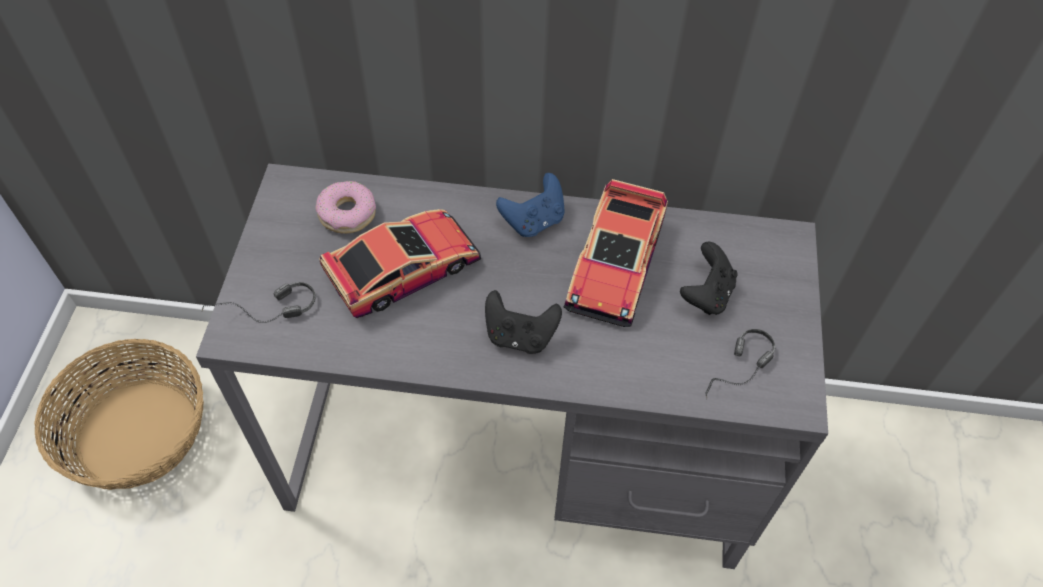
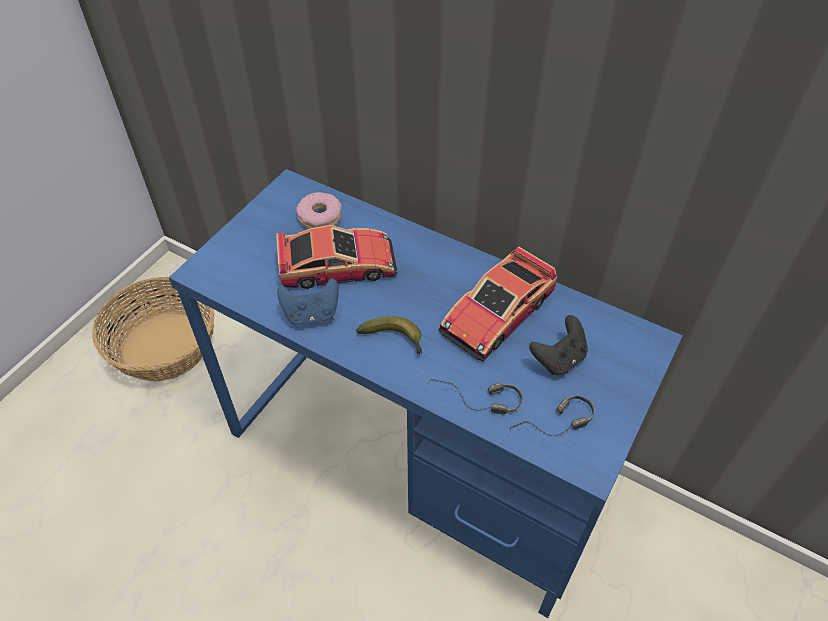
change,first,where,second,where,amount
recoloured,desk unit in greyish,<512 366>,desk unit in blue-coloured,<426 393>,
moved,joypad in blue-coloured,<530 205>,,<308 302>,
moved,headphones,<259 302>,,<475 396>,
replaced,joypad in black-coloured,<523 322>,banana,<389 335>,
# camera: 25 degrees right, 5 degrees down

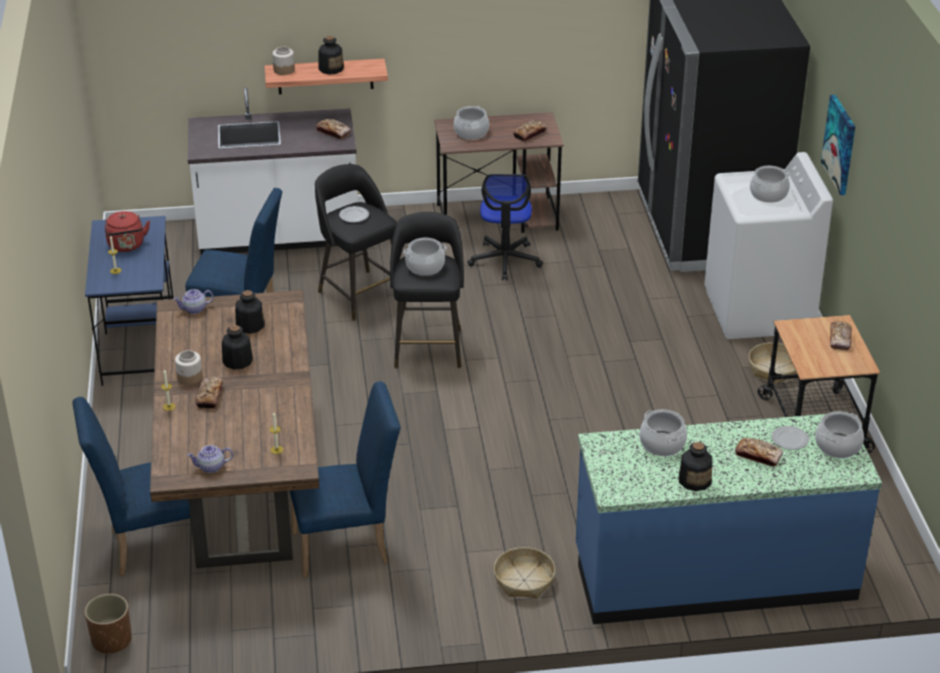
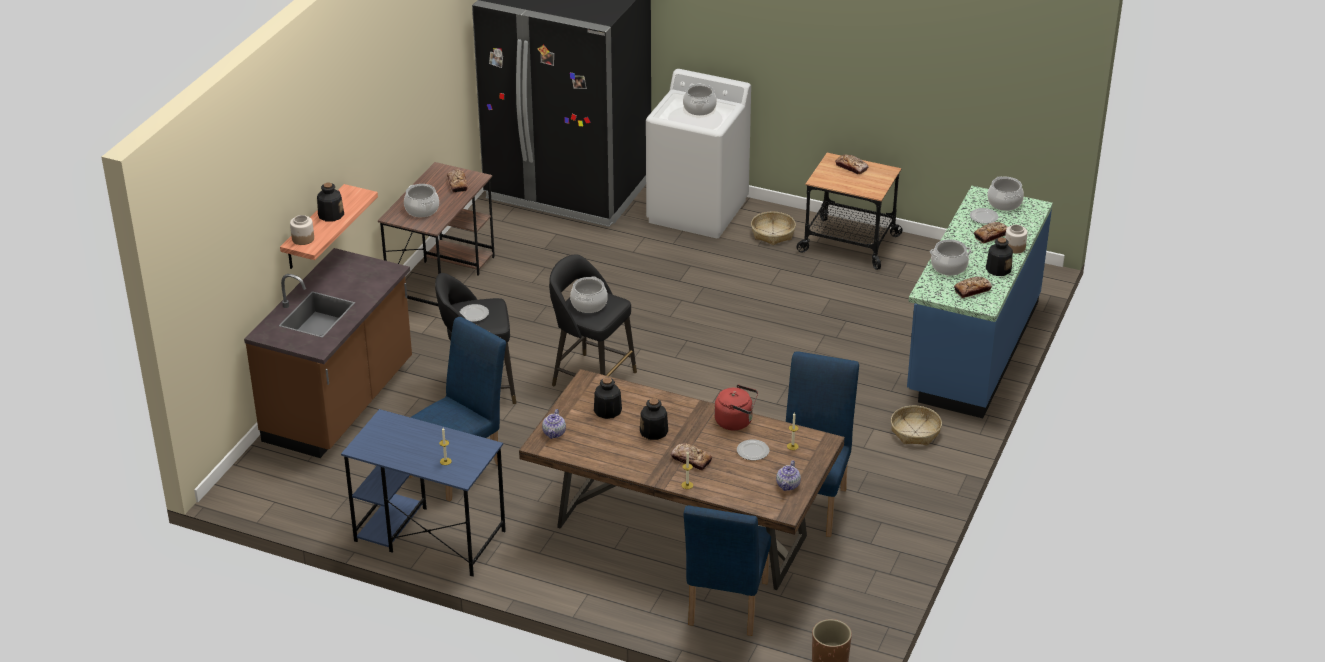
change,first,where,second,where,amount
recoloured,kitchen base unit in white,<273 171>,kitchen base unit in brown,<328 353>,
removed,picture,<838 145>,,,
moved,baked bread,<333 129>,,<973 287>,
removed,computer chair,<505 227>,,,
moved,tea kettle in red,<127 231>,,<736 407>,
moved,jar,<189 367>,,<1016 239>,
added,,,flat dish,<753 449>,
# camera: 60 degrees left, 0 degrees up

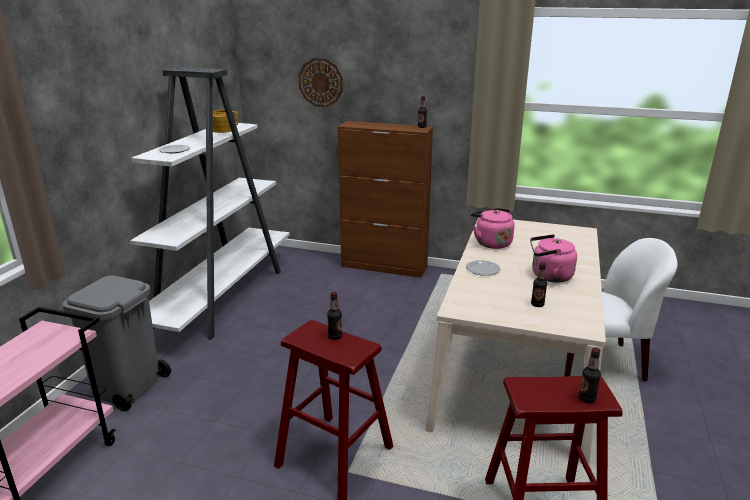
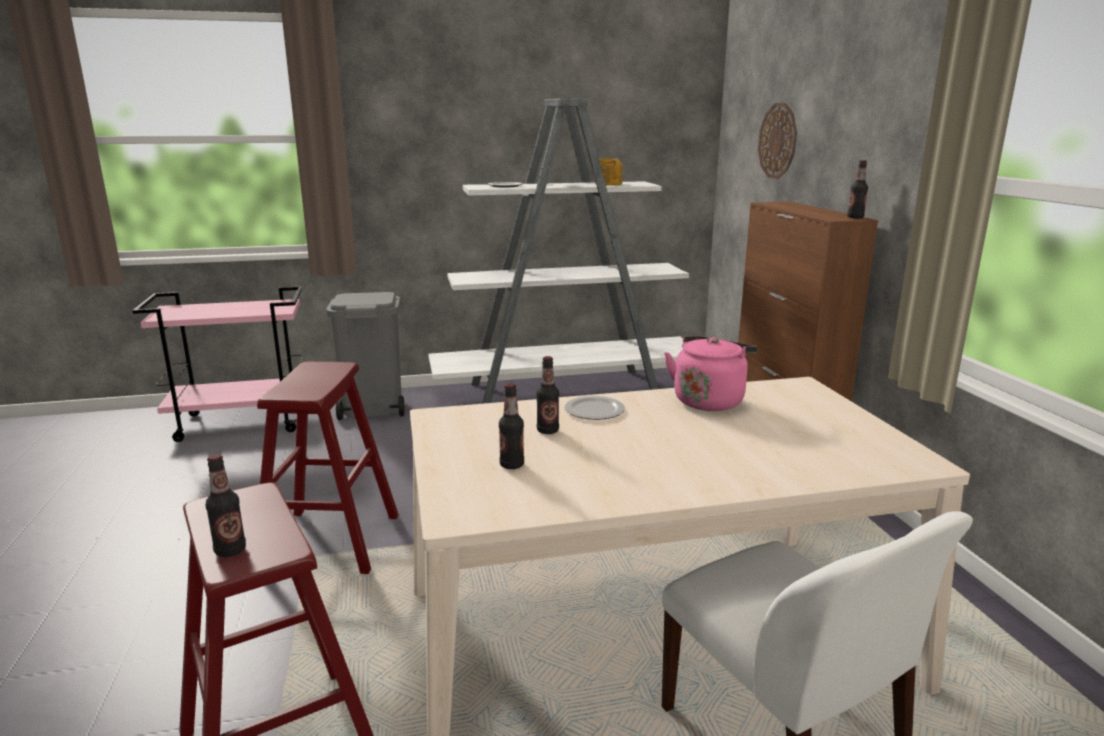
change,first,where,second,where,amount
removed,tea kettle in pinkish,<553 258>,,,
moved,beverage bottle,<334 316>,,<547 395>,
# camera: 60 degrees right, 5 degrees down

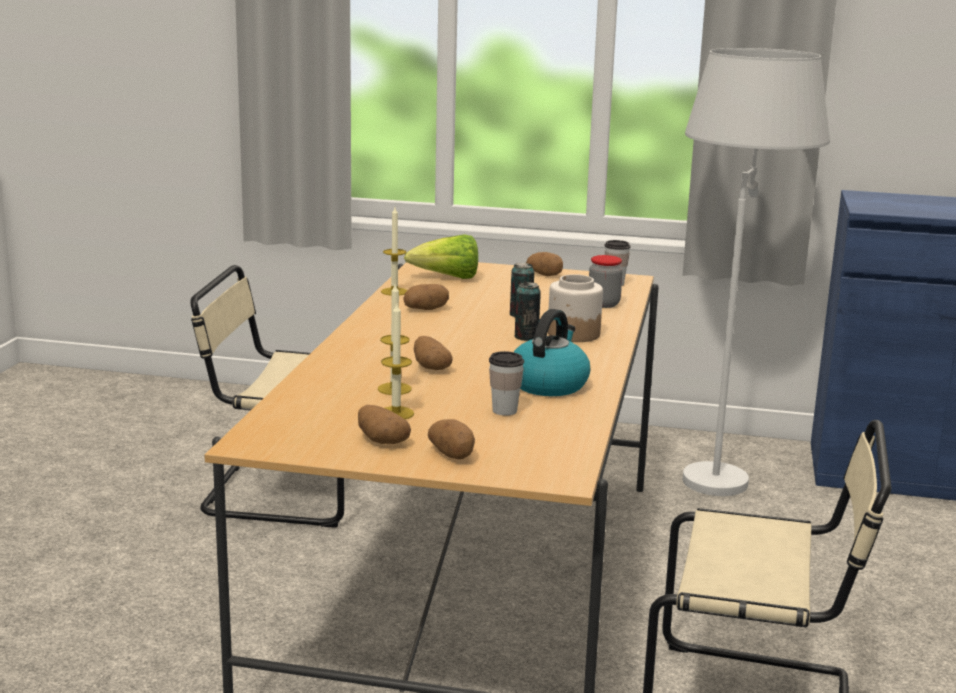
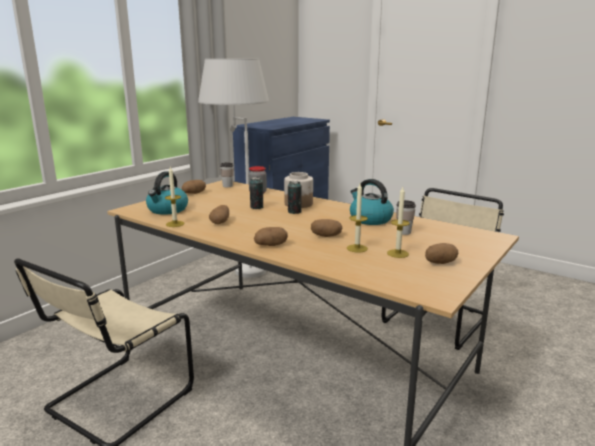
change,first,where,second,where,amount
replaced,lettuce head,<441 256>,tea kettle,<167 193>,
moved,potato,<451 439>,,<271 236>,
# camera: 65 degrees left, 0 degrees up

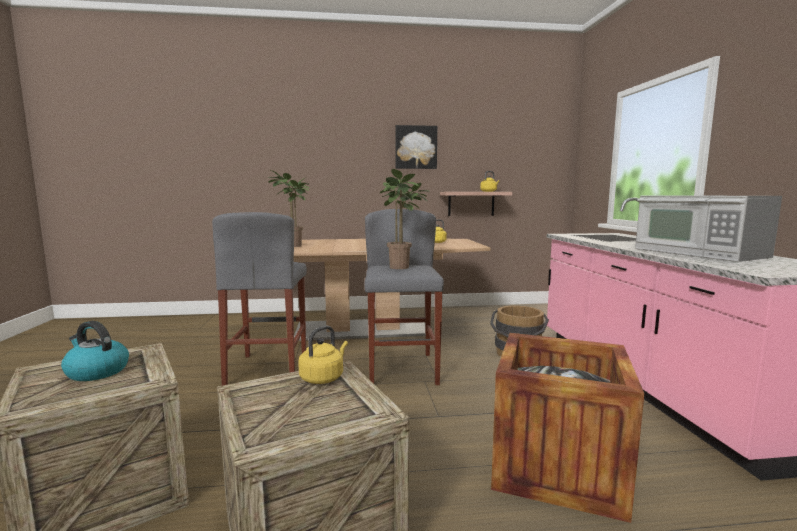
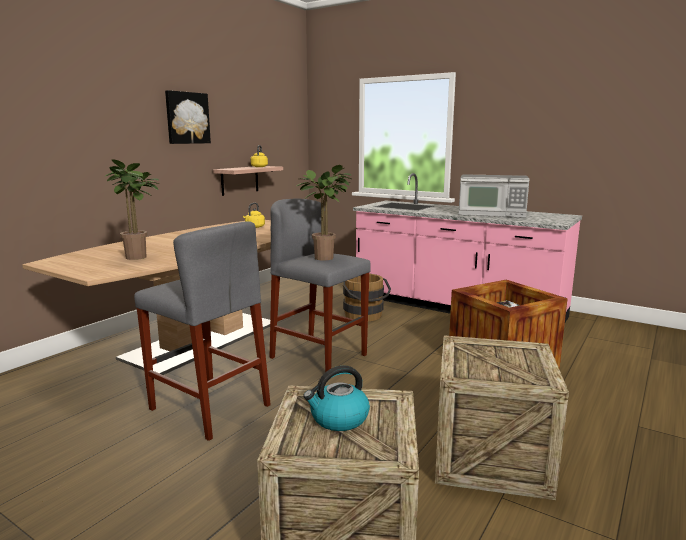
change,first,where,second,where,amount
removed,tea kettle in yellowish,<323 355>,,,
# camera: 50 degrees left, 5 degrees up

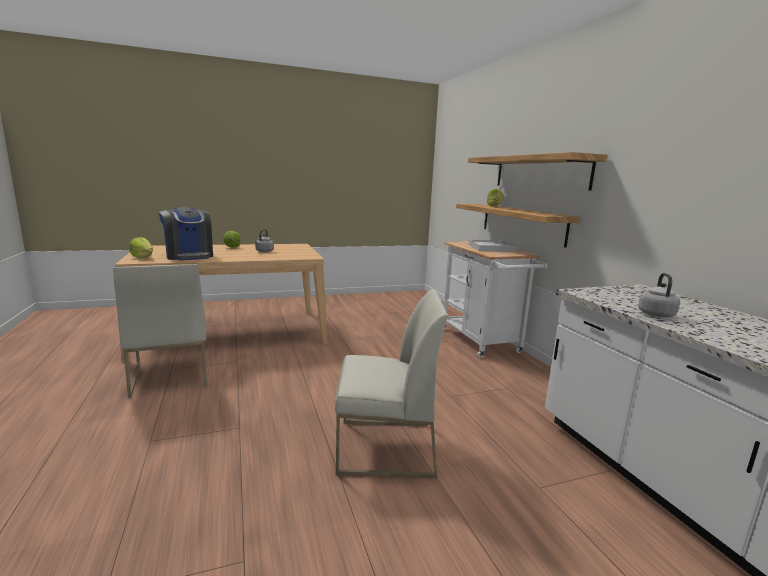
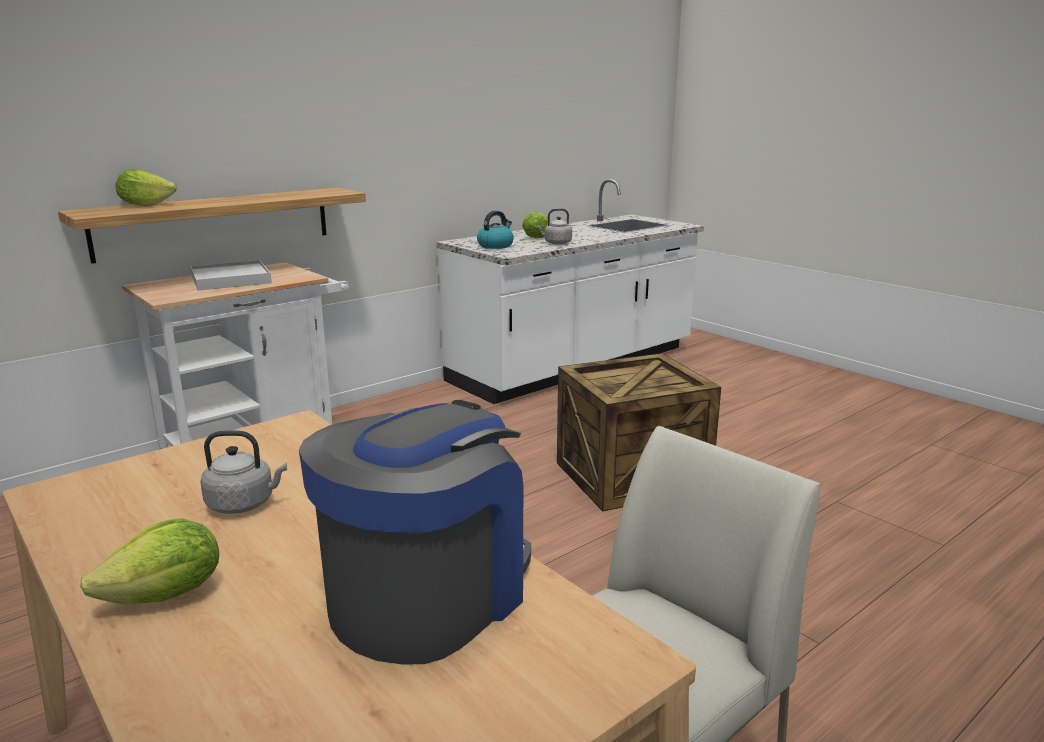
change,first,where,second,where,amount
removed,wall shelf,<537 171>,,,
moved,lettuce head,<141 247>,,<535 225>,
replaced,upright chair in white,<391 383>,shipping crate,<639 432>,
added,,,tea kettle,<495 230>,
# camera: 110 degrees left, 5 degrees up

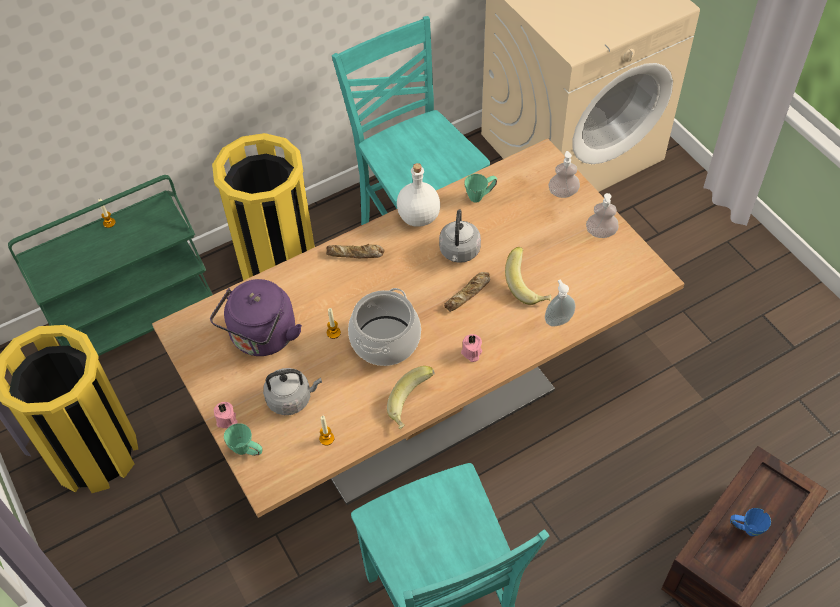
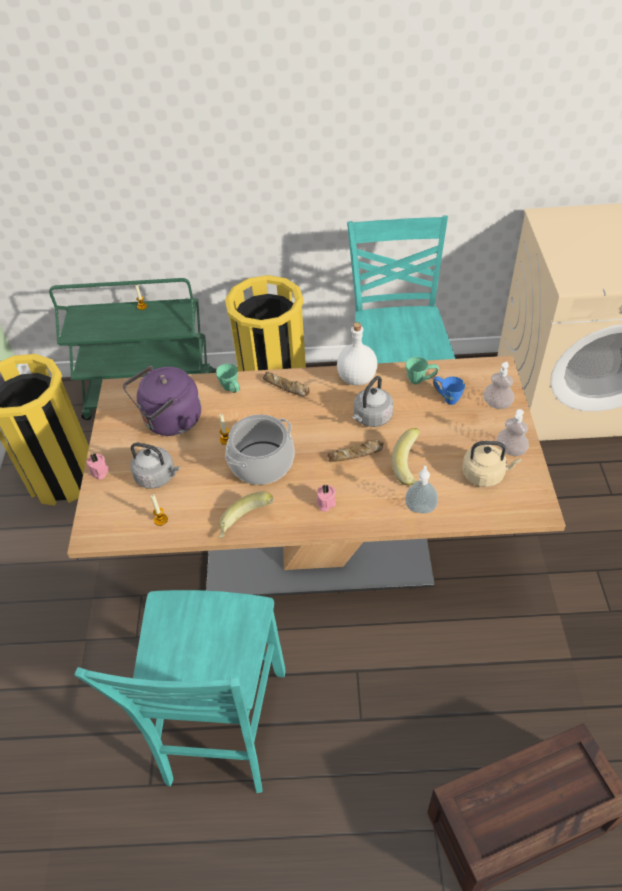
change,first,where,second,where,amount
moved,tea mug in green-coloured,<243 439>,,<228 378>,
moved,tea mug in blue-coloured,<750 522>,,<449 390>,
added,,,tea kettle in sand-coloured,<492 464>,
# camera: 30 degrees right, 5 degrees down

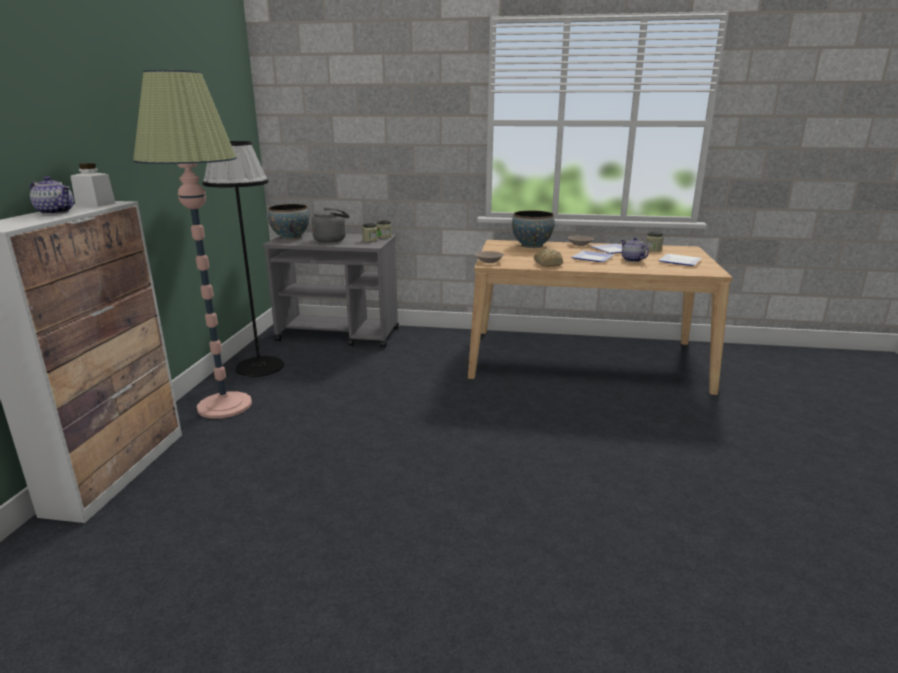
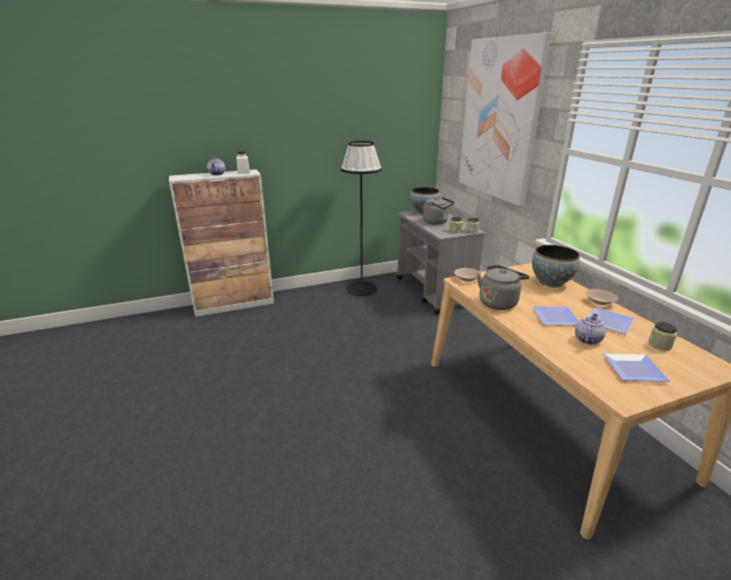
change,first,where,second,where,amount
removed,standing lamp,<192 244>,,,
replaced,baked bread,<548 258>,tea kettle in greyish,<503 287>,
added,,,picture,<505 119>,
# camera: 60 degrees right, 5 degrees up

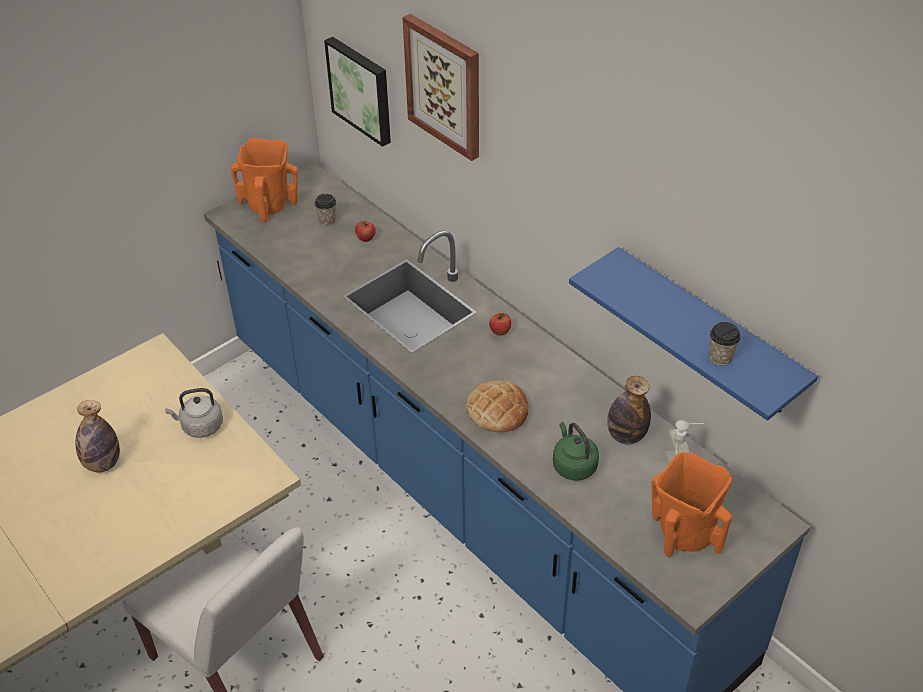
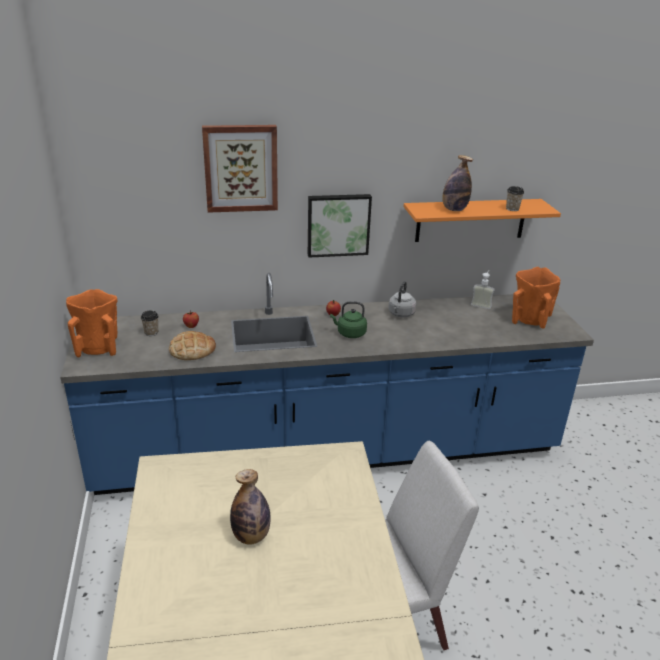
change,first,where,second,where,amount
moved,picture,<357 92>,,<340 226>,
recoloured,wall shelf in blue-coloured,<693 334>,wall shelf in orange,<482 220>,
moved,beverage bottle,<629 410>,,<457 183>,
moved,baked bread,<497 406>,,<192 345>,
moved,tea kettle in greyish,<194 413>,,<402 299>,
moved,tea kettle in green-coloured,<576 451>,,<348 319>,
# camera: 60 degrees left, 15 degrees down

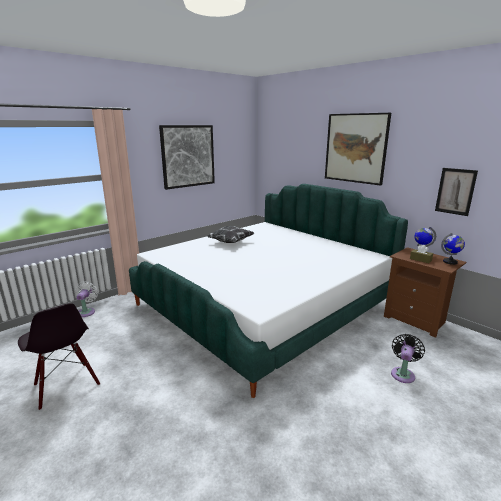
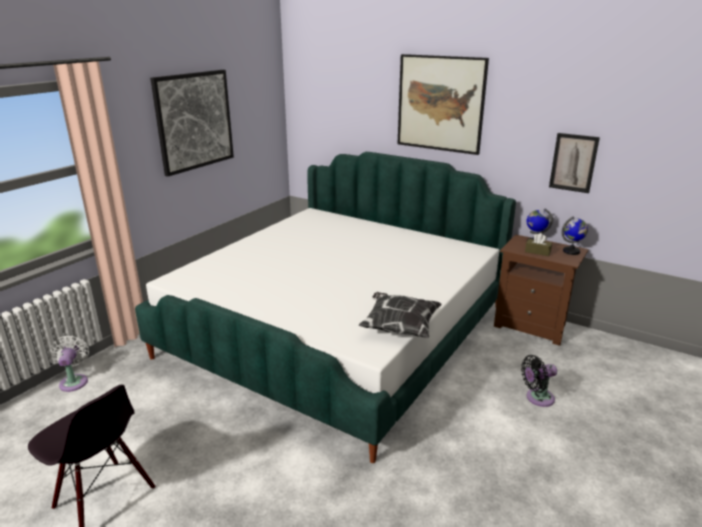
change,first,where,second,where,amount
moved,throw pillow,<230 234>,,<400 315>,
turned,electric fan in black-coloured,<408 358>,,<539 381>,120 degrees counterclockwise
# camera: 15 degrees left, 5 degrees up

